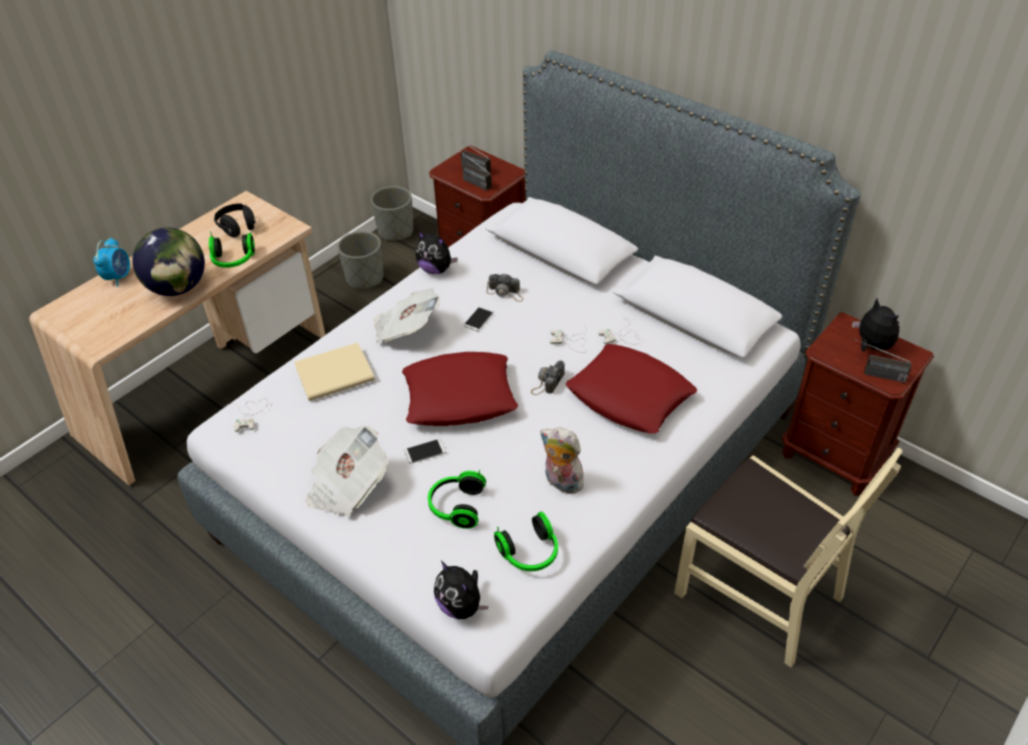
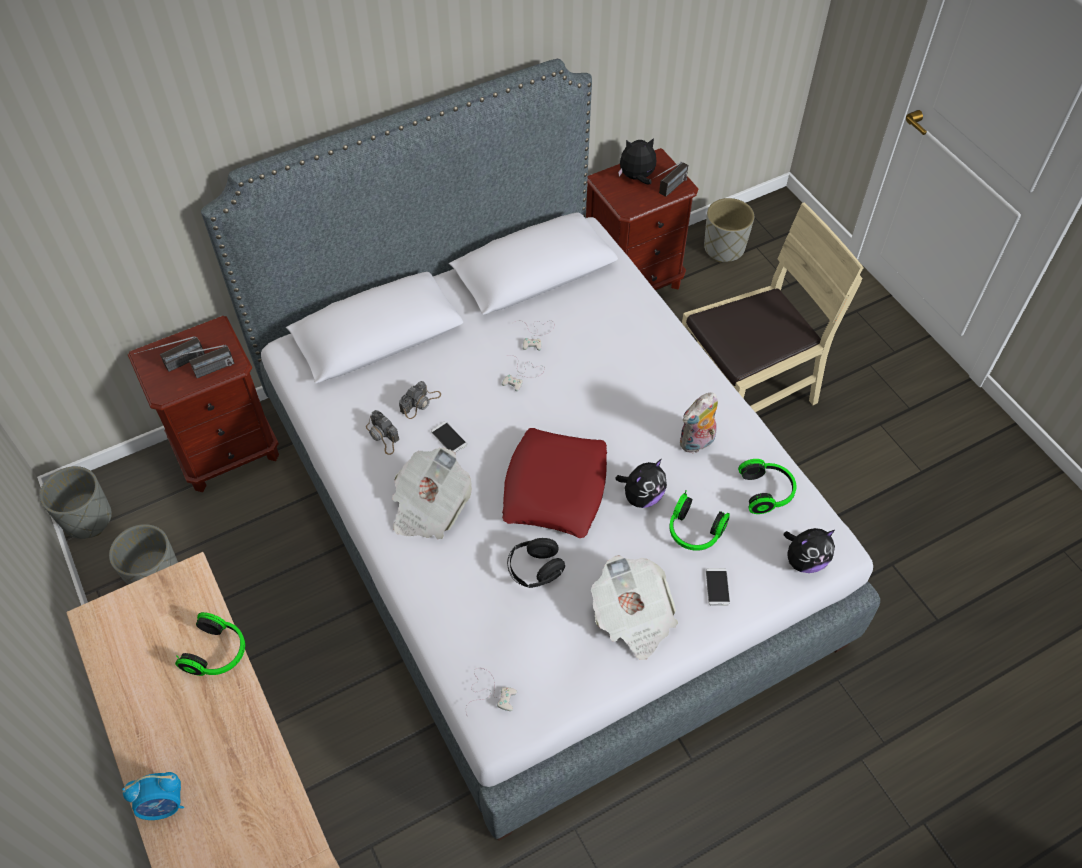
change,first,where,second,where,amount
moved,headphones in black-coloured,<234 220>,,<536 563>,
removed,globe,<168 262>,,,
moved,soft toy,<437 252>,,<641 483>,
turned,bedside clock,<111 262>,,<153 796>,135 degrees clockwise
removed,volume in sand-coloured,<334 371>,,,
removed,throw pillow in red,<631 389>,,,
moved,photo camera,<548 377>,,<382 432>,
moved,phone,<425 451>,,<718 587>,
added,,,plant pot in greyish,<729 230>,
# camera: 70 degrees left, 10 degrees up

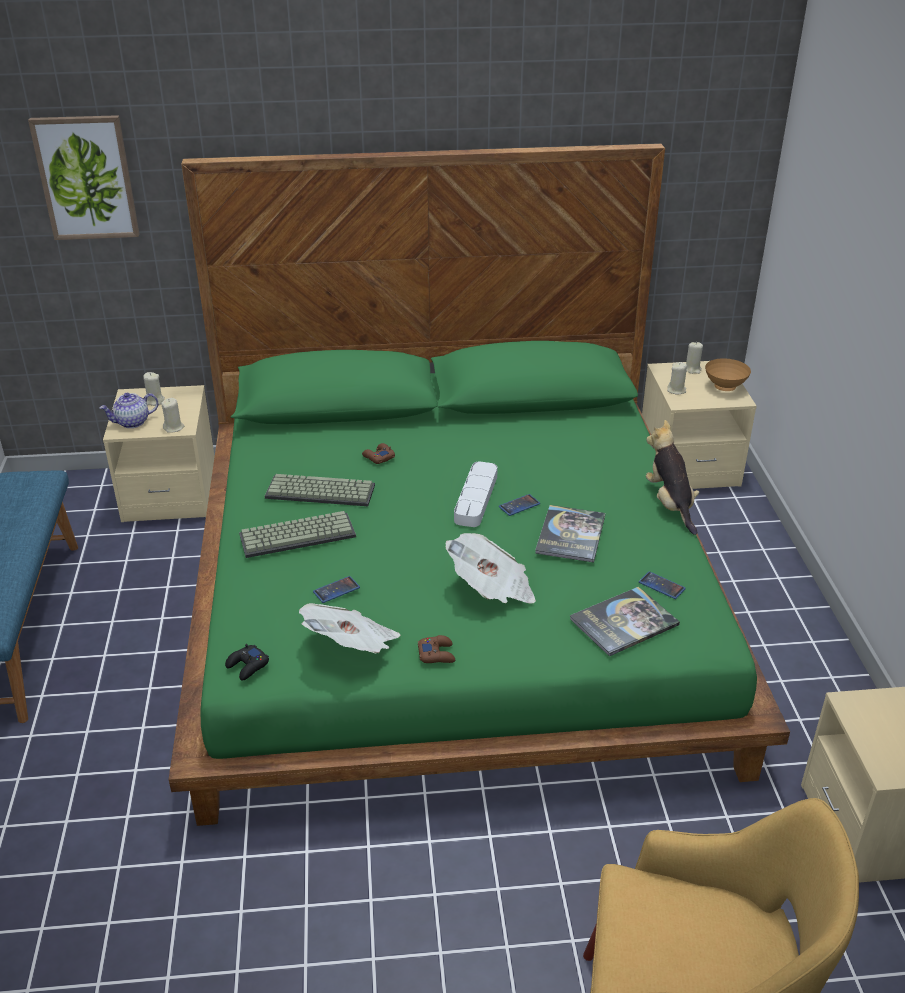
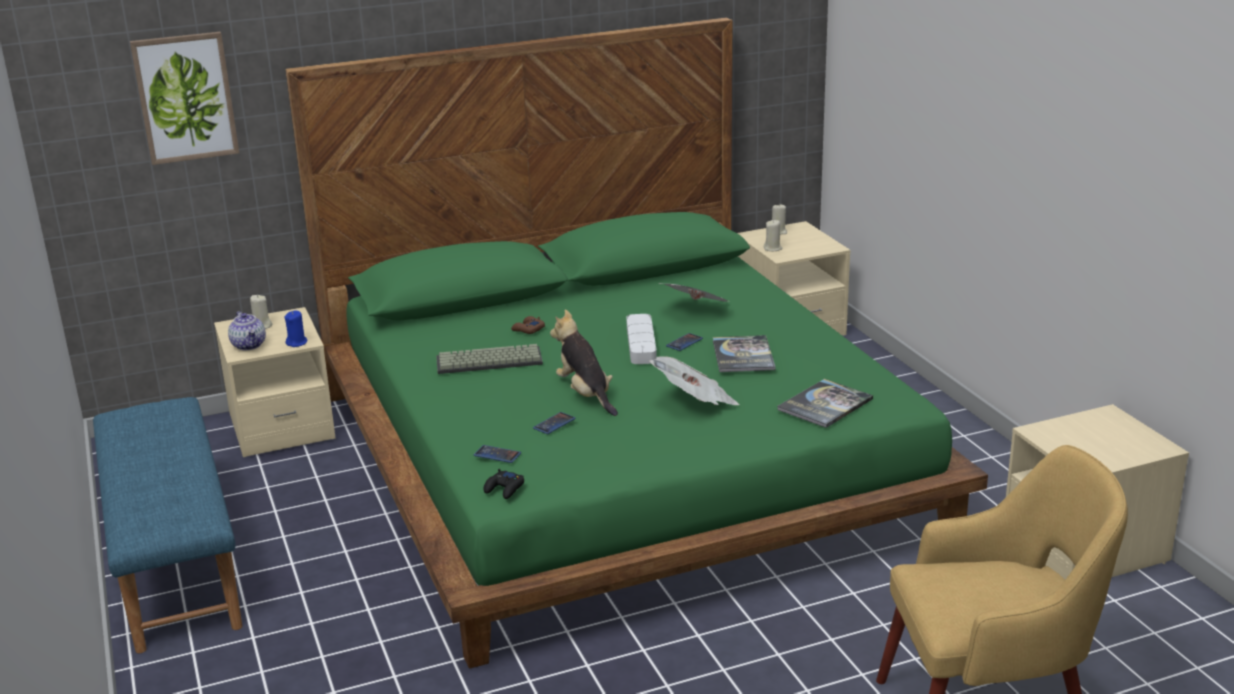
change,first,where,second,where,amount
removed,deep dish in brown,<728 374>,,,
turned,tea pot,<128 410>,,<247 330>,75 degrees counterclockwise
recoloured,candle in sand-coloured,<172 415>,candle in blue-coloured,<296 328>,
moved,soft toy,<672 477>,,<584 362>,
removed,keyboard,<297 534>,,,
moved,phone,<662 585>,,<497 454>,
moved,newspaper,<349 628>,,<693 292>,
removed,joypad in brown,<436 649>,,,
# camera: 15 degrees left, 10 degrees down

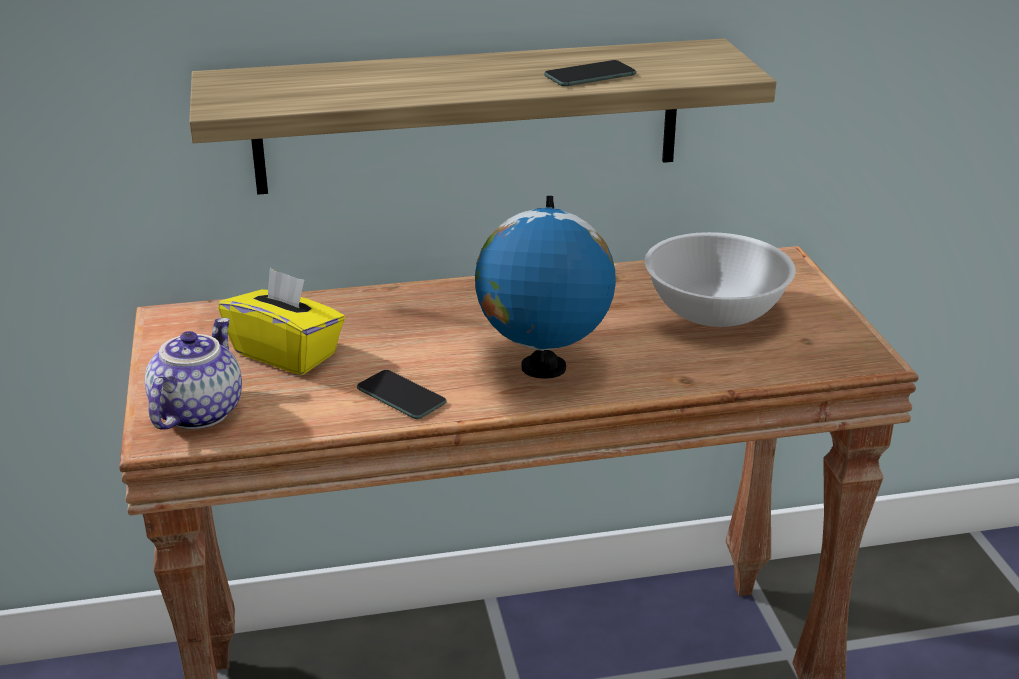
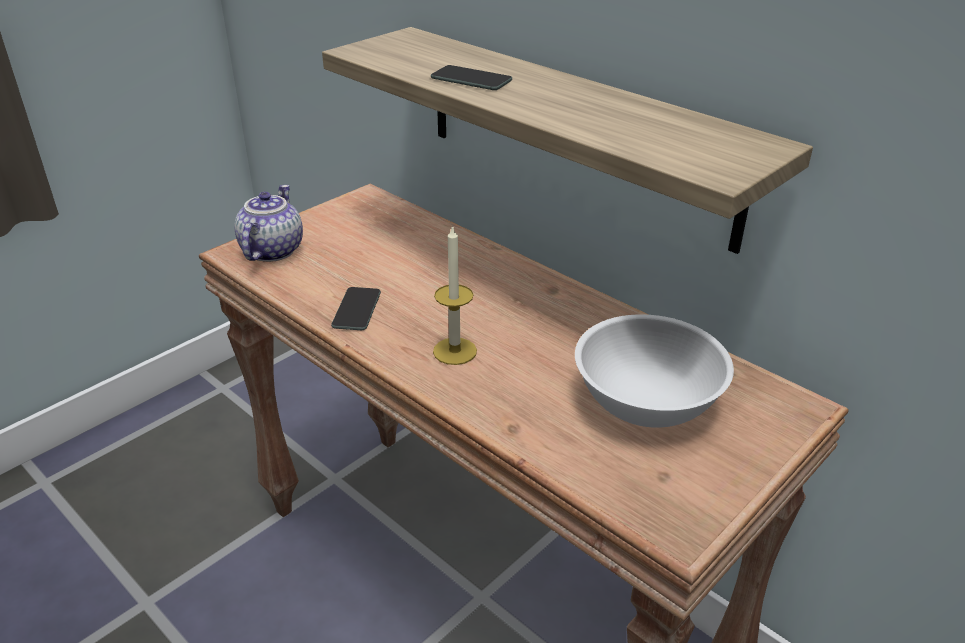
change,first,where,second,where,amount
moved,phone,<590 73>,,<471 77>,
replaced,globe,<545 287>,candle,<455 295>,
removed,tissue holder in yellowish,<281 321>,,,
turned,tea pot,<193 374>,,<268 223>,60 degrees counterclockwise
# camera: 55 degrees right, 5 degrees up

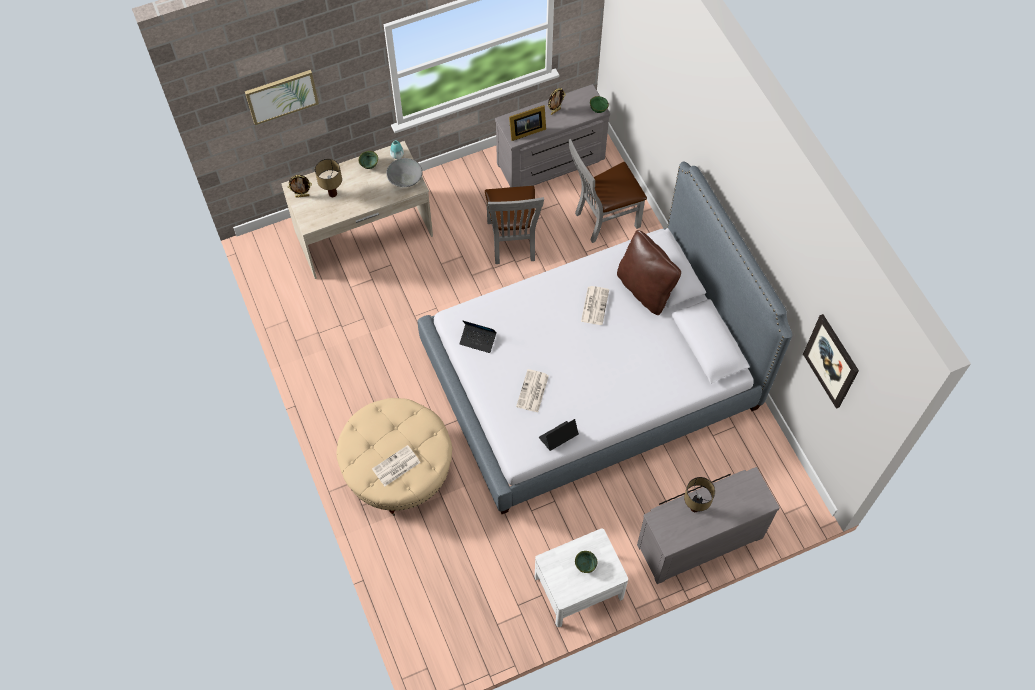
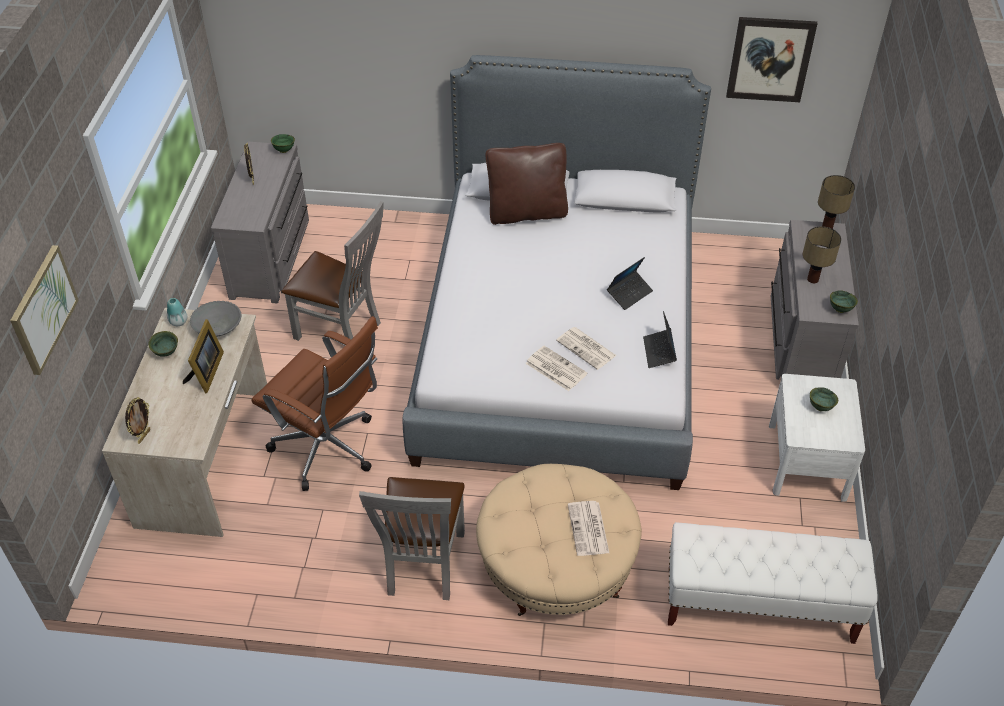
change,first,where,second,where,amount
moved,photo frame,<527 123>,,<203 356>,
moved,upright chair in greyish,<607 191>,,<412 538>,
moved,table lamp,<328 178>,,<836 202>,
moved,newspaper,<595 305>,,<556 368>,
moved,notebook computer,<478 336>,,<630 283>,
added,,,deep dish in green-coloured,<844 301>,
added,,,computer chair in brown,<314 403>,
added,,,long seat in white,<773 583>,
# camera: 60 degrees left, 15 degrees down

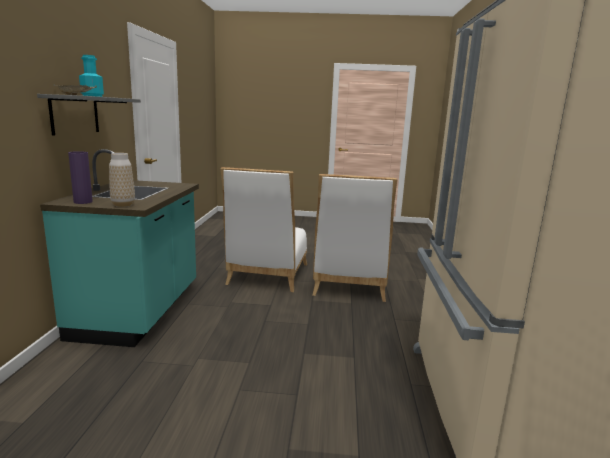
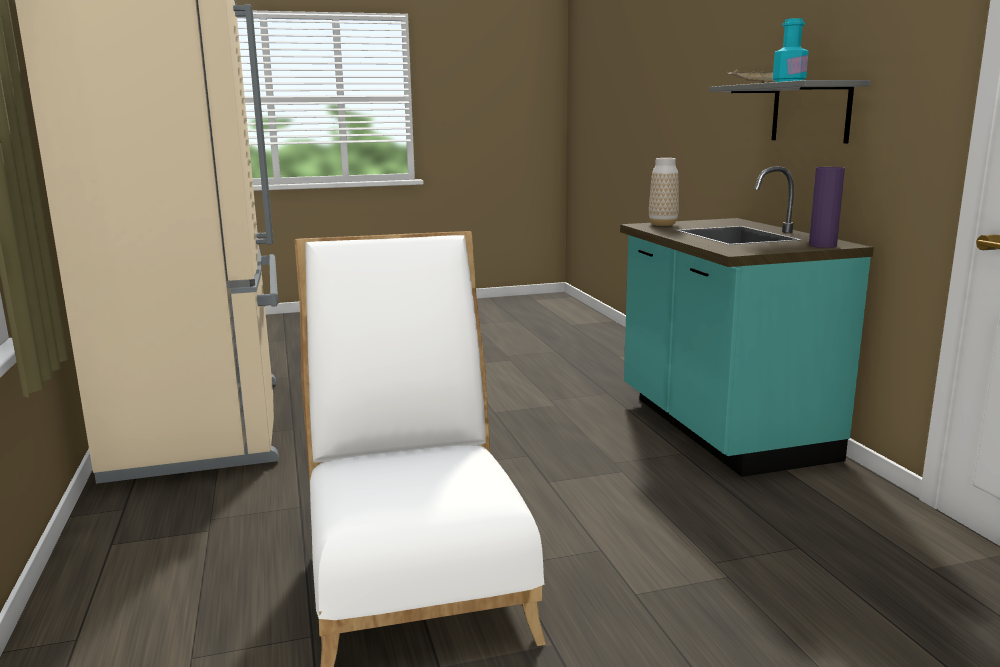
change,first,where,second,where,amount
moved,flower vase in purple,<80 177>,,<827 207>,
removed,upright chair in white,<263 229>,,,
# camera: 160 degrees right, 0 degrees up

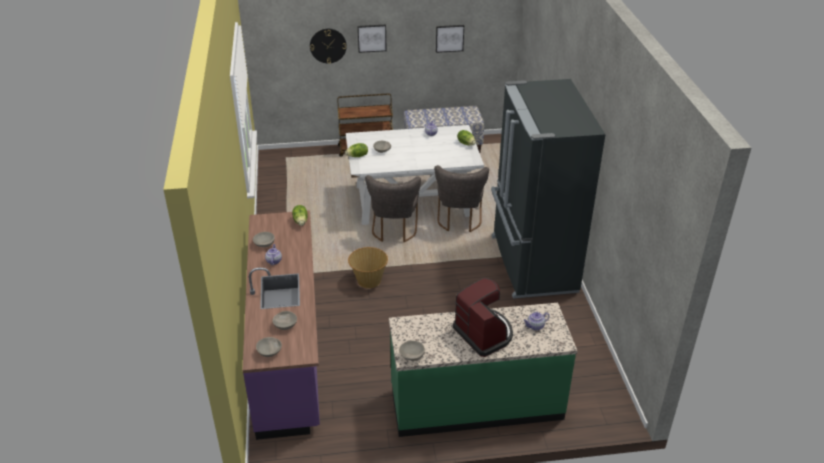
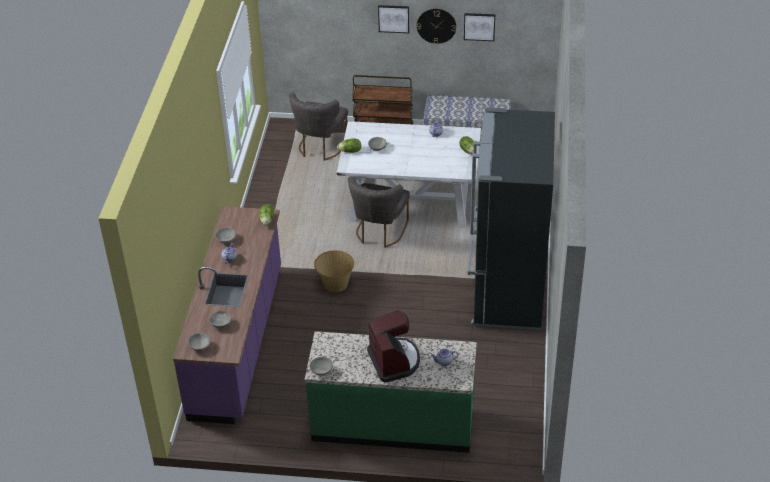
change,first,where,second,where,amount
moved,clock on the wall,<328 46>,,<436 26>,
moved,upright chair in greyish,<461 198>,,<318 127>,
# camera: 15 degrees right, 5 degrees up

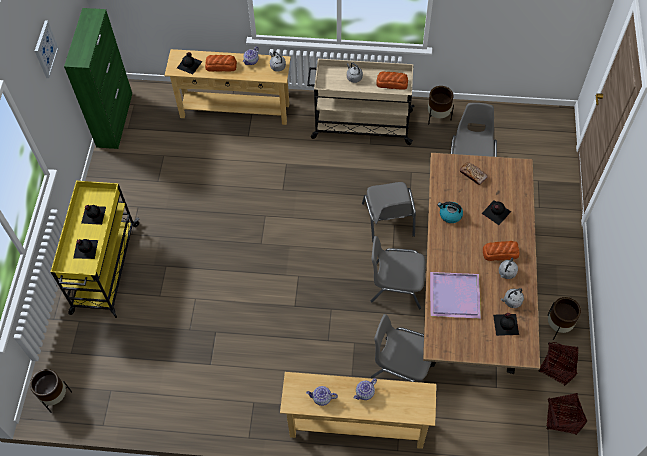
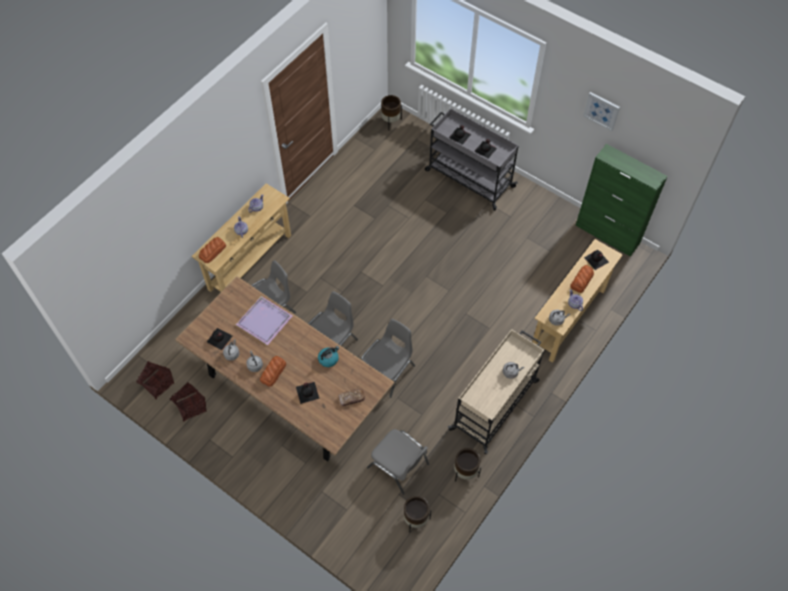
change,first,where,second,where,amount
moved,baked bread,<392 80>,,<212 250>,
recoloured,cart in yellowish,<95 249>,cart in greyish,<472 159>,
turned,upright chair in greyish,<389 212>,,<388 358>,105 degrees clockwise
moved,plant pot in brown,<564 318>,,<417 514>,
# camera: 120 degrees right, 0 degrees up

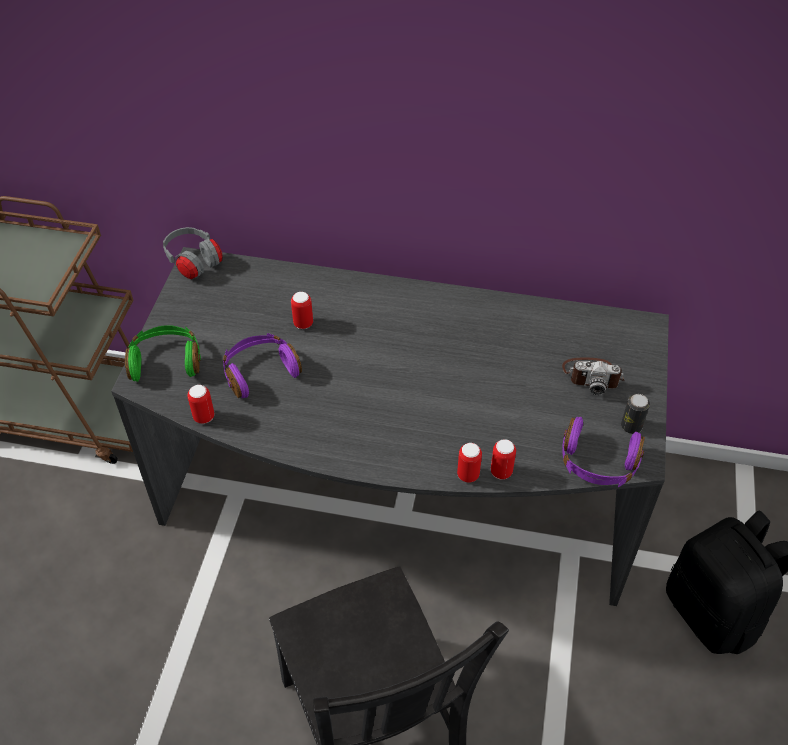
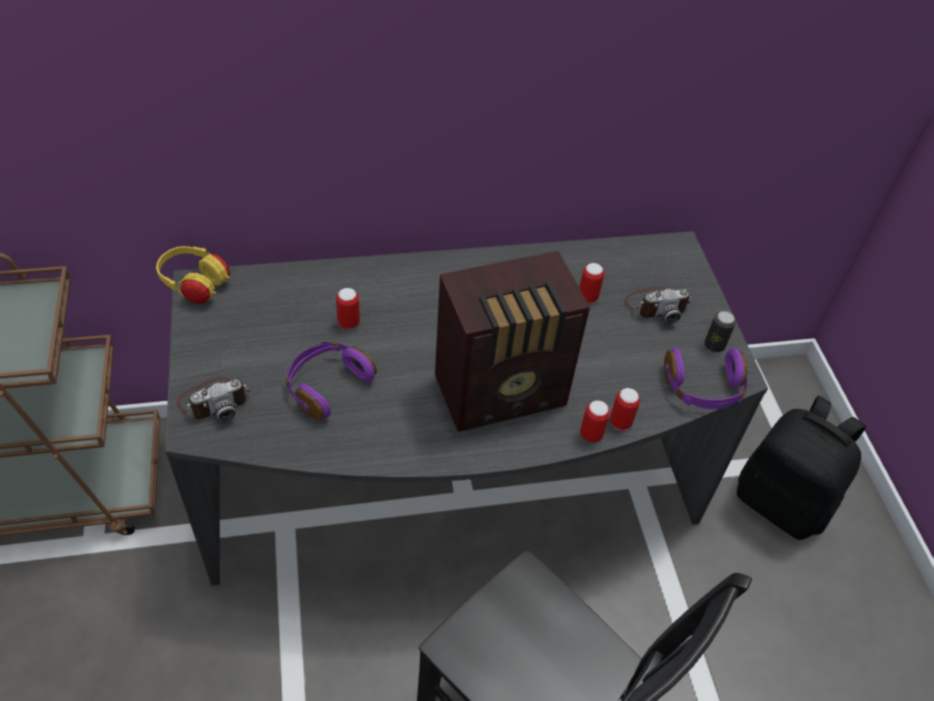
change,first,where,second,where,amount
recoloured,headphones in greyish,<192 253>,headphones in yellowish,<193 275>,
replaced,headphones in green-coloured,<162 353>,photo camera,<213 399>,
moved,can,<200 404>,,<591 283>,
added,,,radio,<512 341>,
# camera: 25 degrees left, 0 degrees up

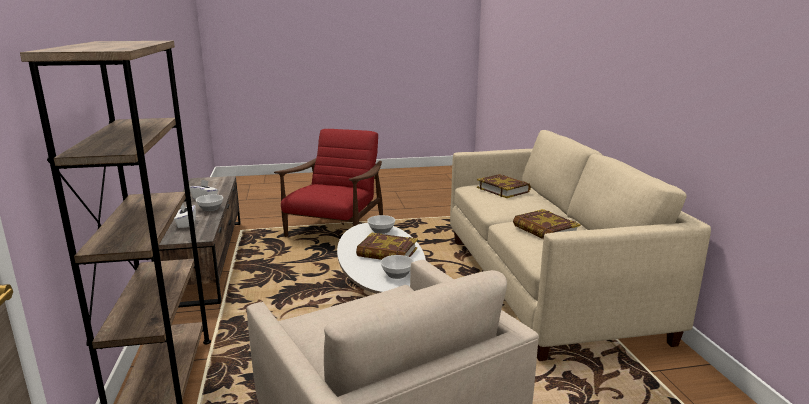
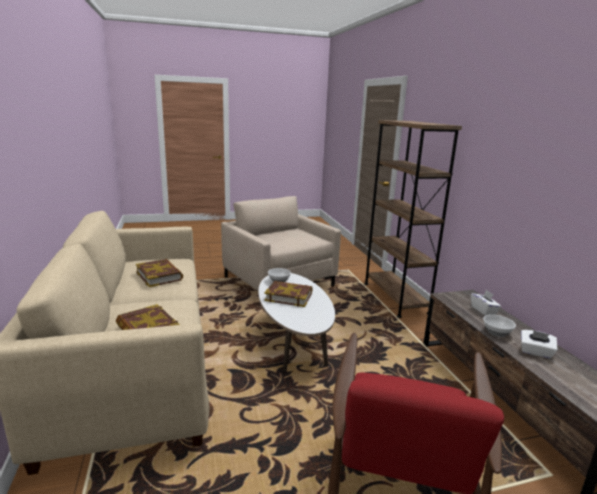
change,first,where,second,where,amount
removed,deep dish,<381 224>,,,
# camera: 175 degrees right, 0 degrees up

